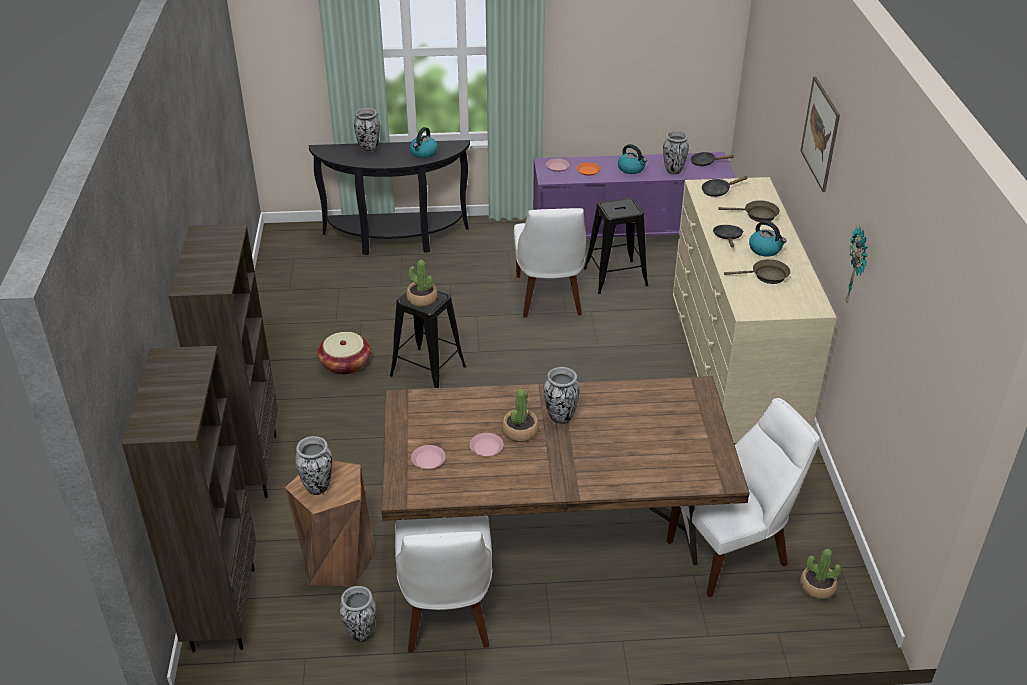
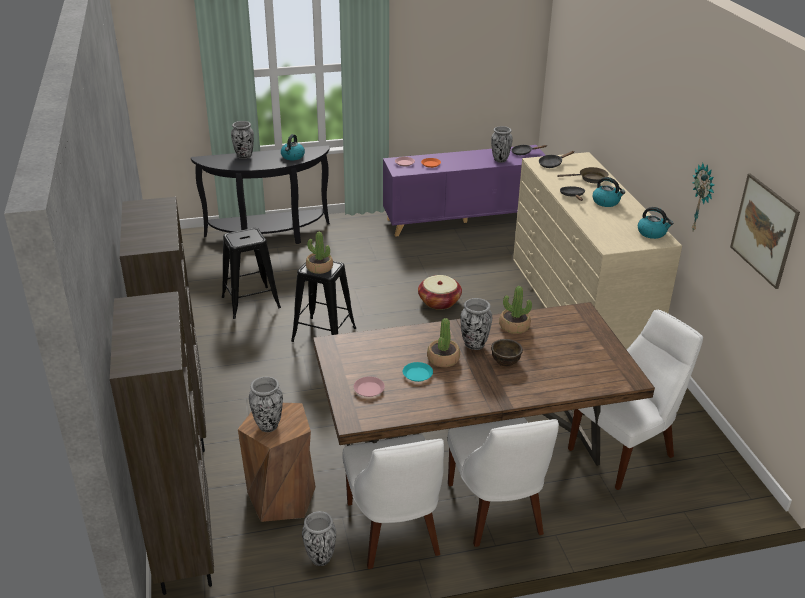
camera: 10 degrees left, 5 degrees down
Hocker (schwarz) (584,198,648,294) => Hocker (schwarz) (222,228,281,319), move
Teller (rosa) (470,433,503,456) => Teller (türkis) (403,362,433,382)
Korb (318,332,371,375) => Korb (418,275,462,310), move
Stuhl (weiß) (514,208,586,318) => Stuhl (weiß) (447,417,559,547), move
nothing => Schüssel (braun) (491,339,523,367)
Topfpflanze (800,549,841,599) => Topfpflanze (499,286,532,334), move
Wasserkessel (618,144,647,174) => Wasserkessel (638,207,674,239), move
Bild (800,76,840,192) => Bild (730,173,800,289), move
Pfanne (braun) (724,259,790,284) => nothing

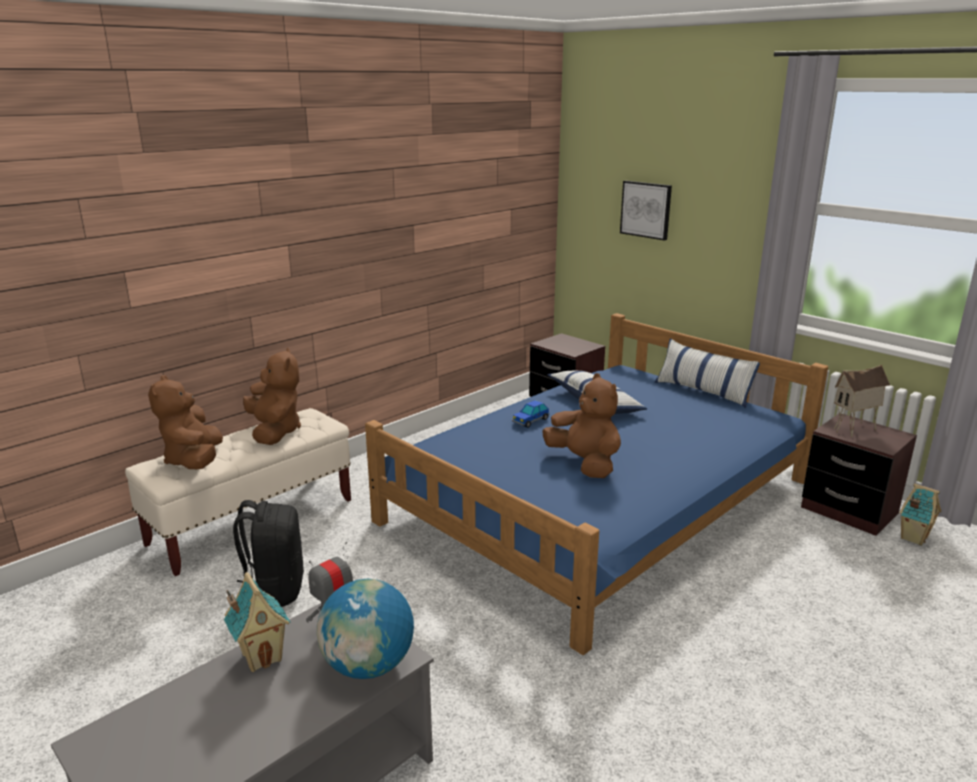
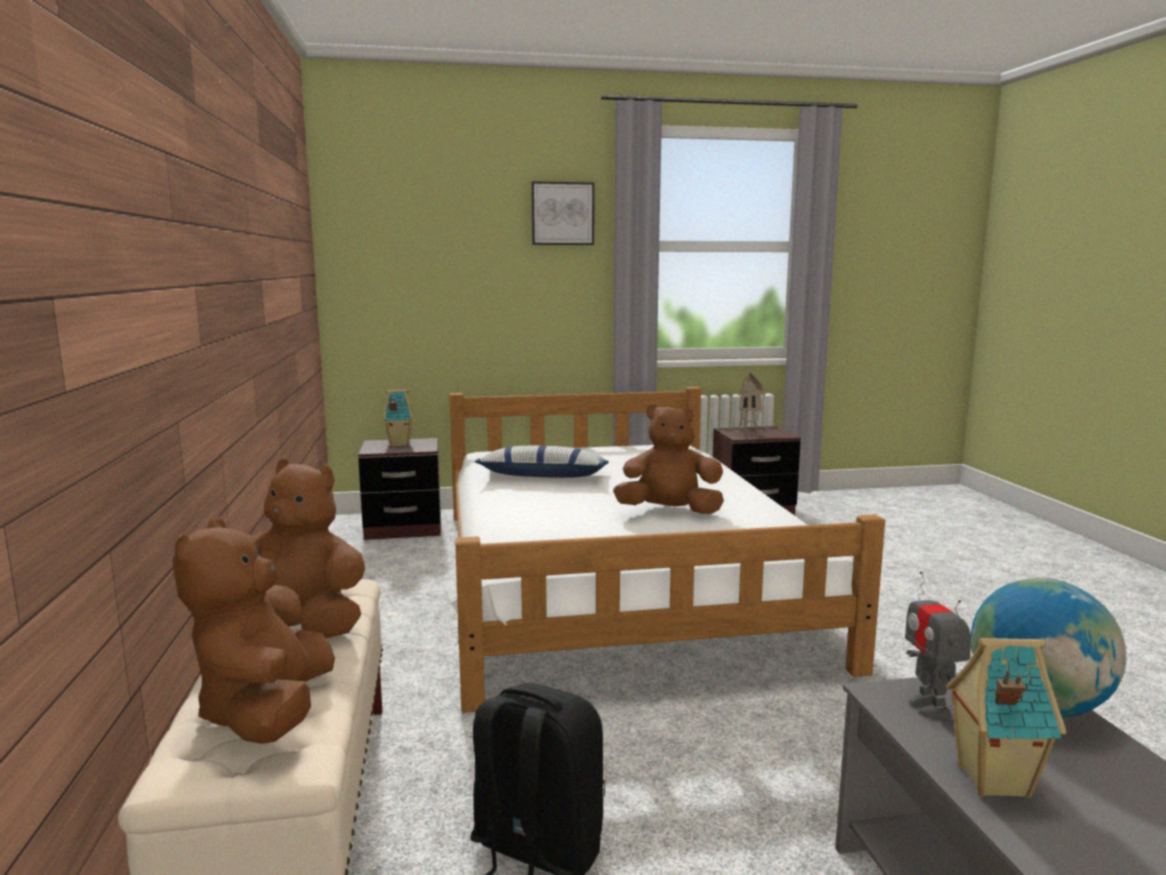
camera: 55 degrees left, 10 degrees down
Plüschtier (braun) (148,375,223,469) => Plüschtier (braun) (172,517,335,744), 60 degrees clockwise
Spielzeughaus (899,484,941,546) => Spielzeughaus (383,389,413,447), move
Bett (blau) (365,313,828,655) => Bett (weiß) (449,387,885,713)
Bild (620,181,672,240) => Bild (531,181,594,245), move
Spielzeugauto (512,400,549,428) => nothing
Kissen (655,338,760,408) => nothing

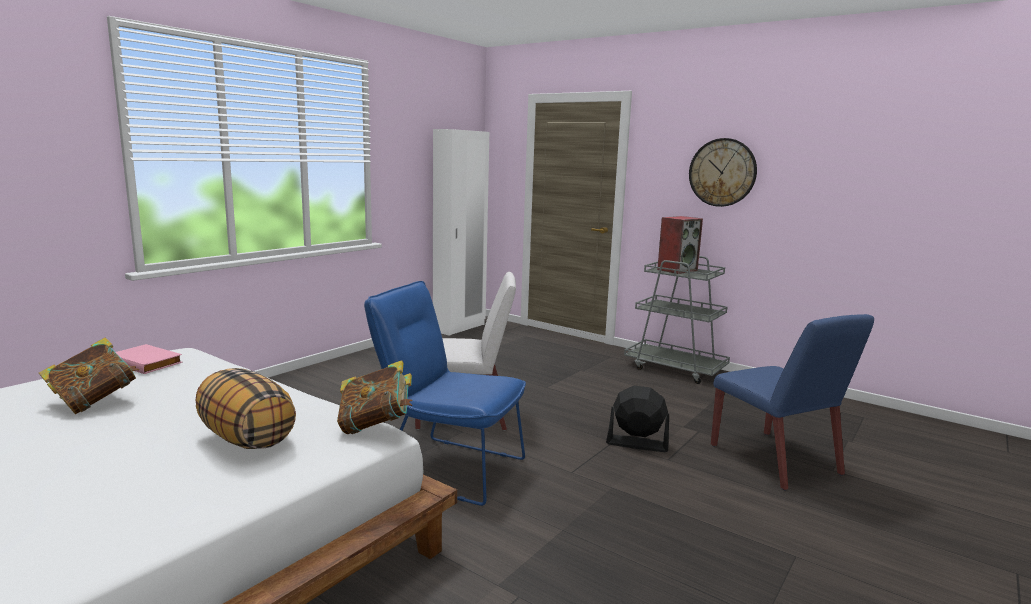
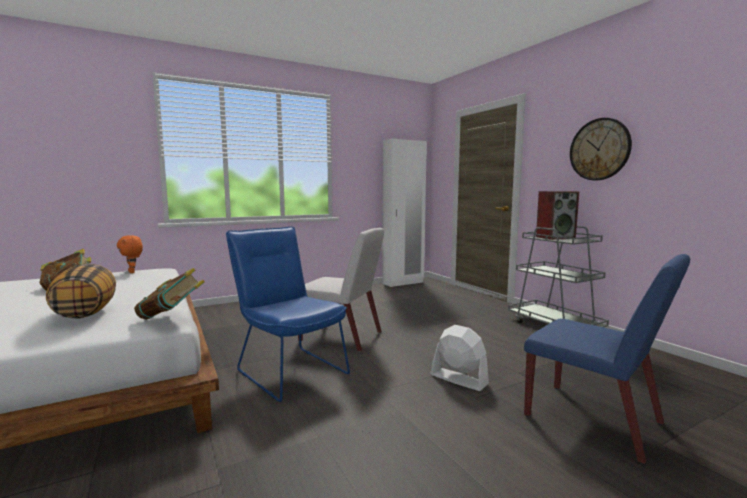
camera: 25 degrees right, 5 degrees down
Buch (rosa) (116,344,183,374) => Plüschtier (orange) (117,235,143,273)
Ventilator (schwarz) (606,386,669,452) => Ventilator (weiß) (431,325,489,391)
Stuhl (blau) (711,314,874,490) => Stuhl (blau) (524,254,690,464), 45 degrees counterclockwise

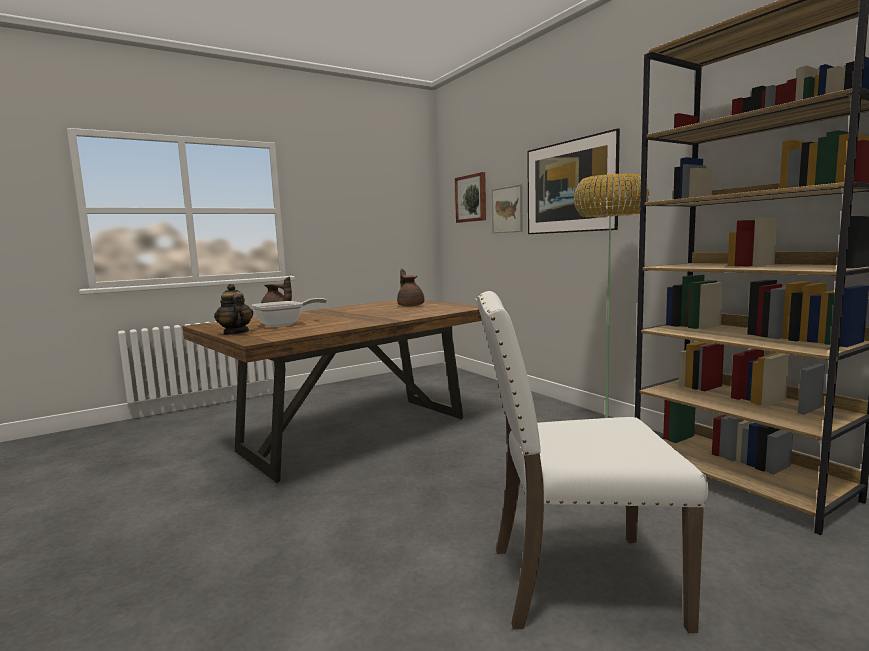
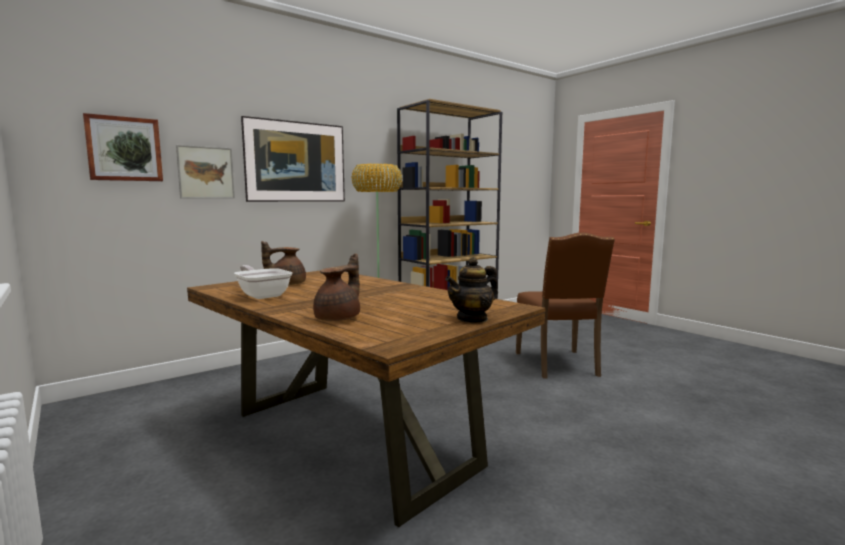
camera: 95 degrees left, 0 degrees up
Pfanne (252,298,327,327) => Pfanne (234,265,292,299), move
Stuhl (weiß) (475,291,708,633) => Stuhl (braun) (516,232,615,379)

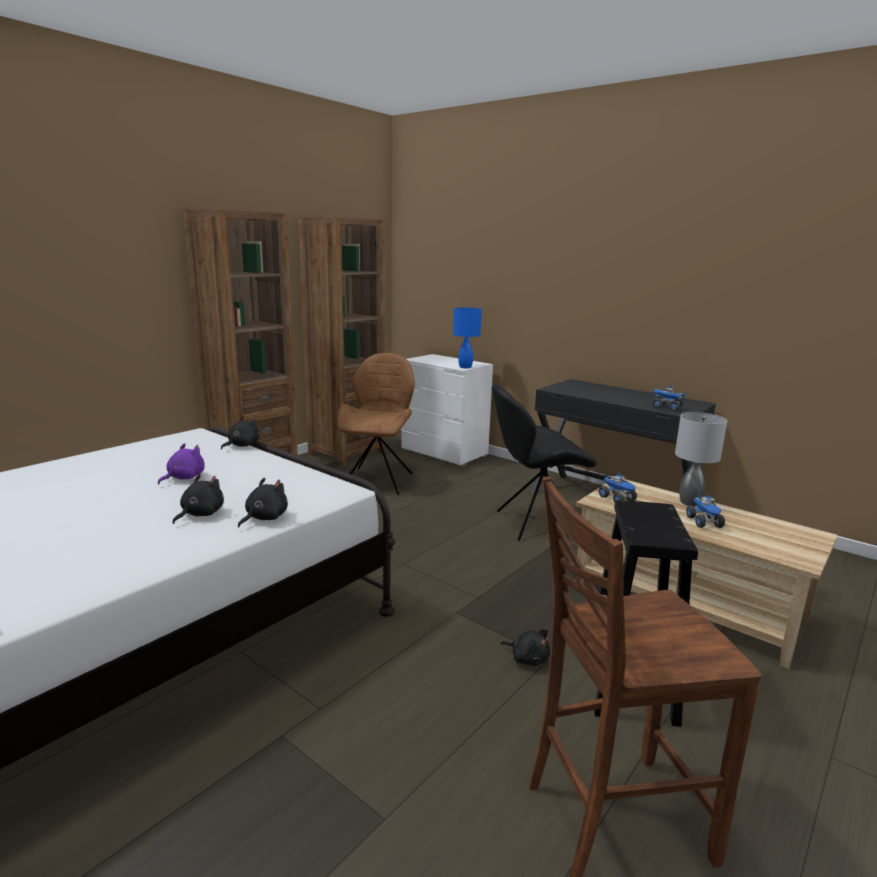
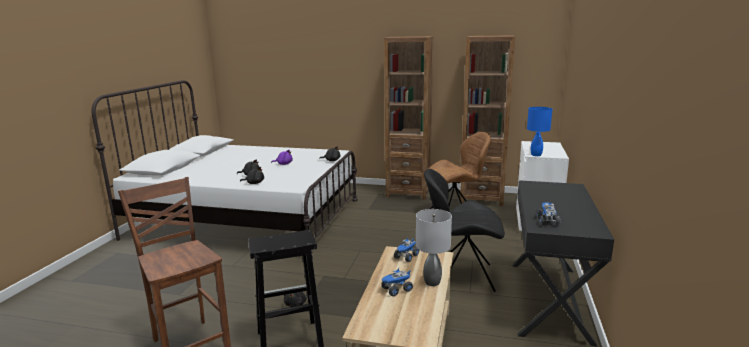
camera: 65 degrees right, 0 degrees up
Stuhl (schwarz) (491,384,597,541) => Stuhl (schwarz) (424,169,505,292), 45 degrees counterclockwise

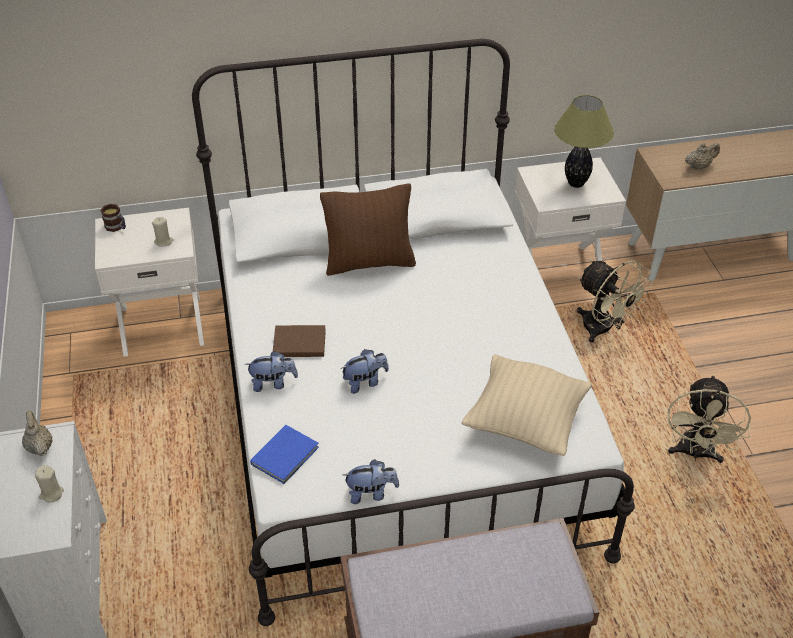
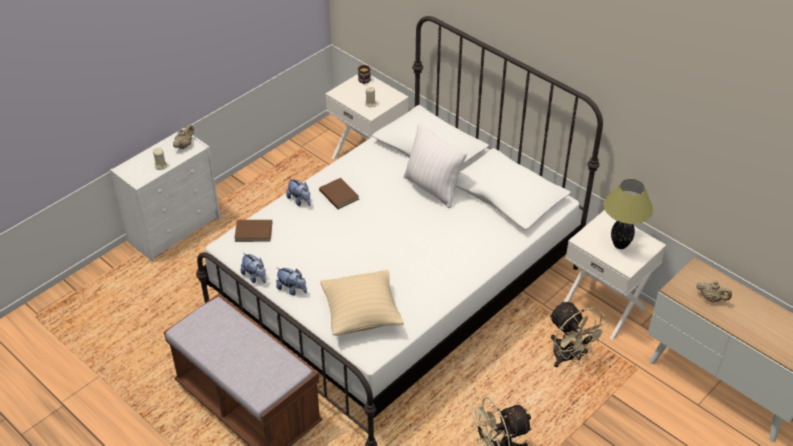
camera: 55 degrees right, 0 degrees up
Buch (blau) (250,425,319,484) => Buch (braun) (234,220,272,242)
Plüschtier (340,349,389,394) => Plüschtier (276,268,307,296), move
Kissen (braun) (320,184,416,276) => Kissen (weiß) (403,123,467,208)
Ventilator (beige) (577,260,653,343) => Ventilator (beige) (549,301,610,367), 45 degrees counterclockwise

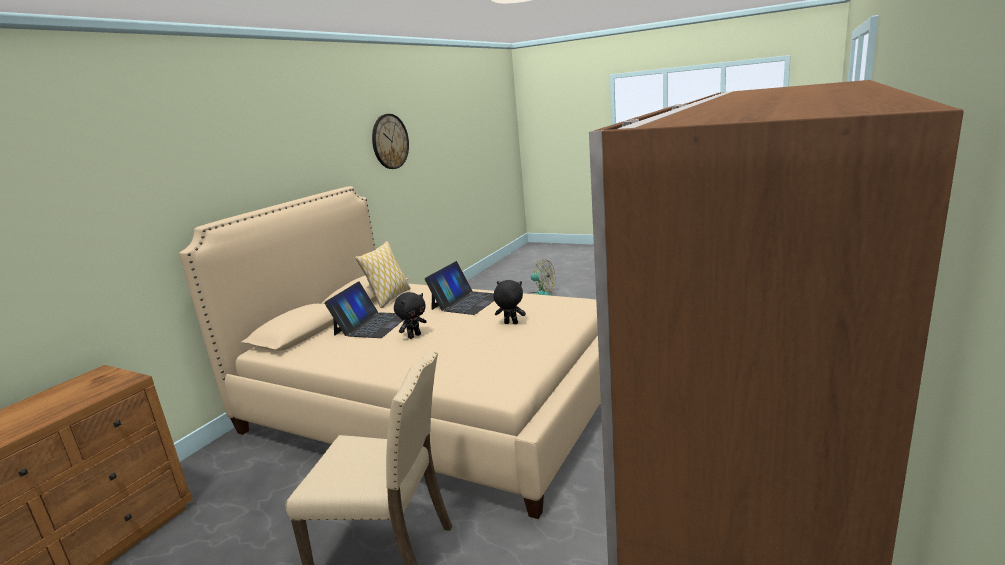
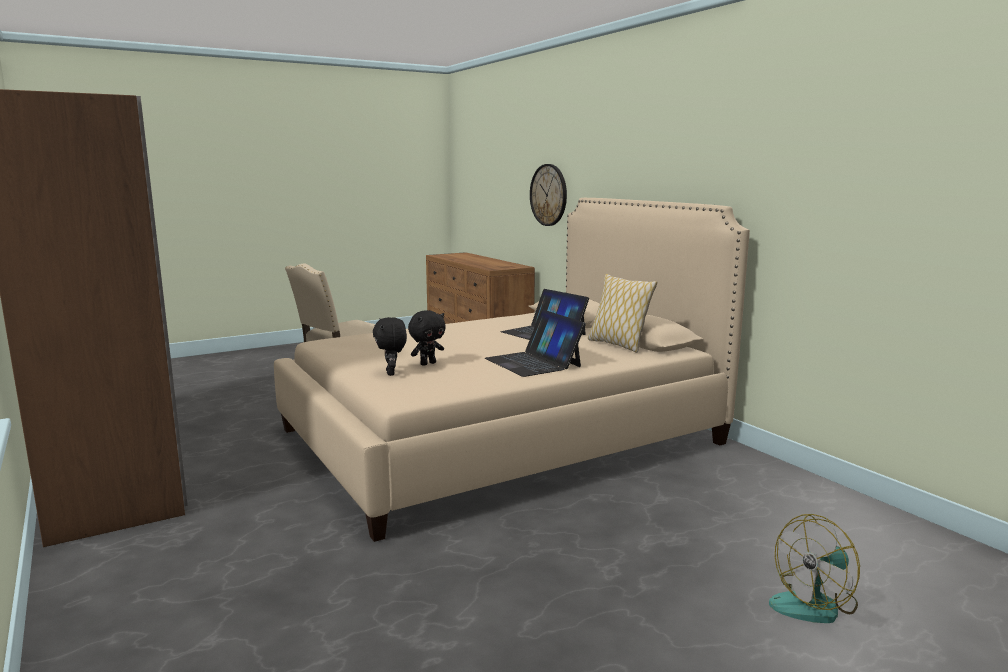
camera: 120 degrees right, 5 degrees down
Plüschtier (schwarz) (394,292,426,339) => Plüschtier (schwarz) (373,317,407,376), move
Wanduhr (372,114,409,169) => Wanduhr (530,164,567,226), move

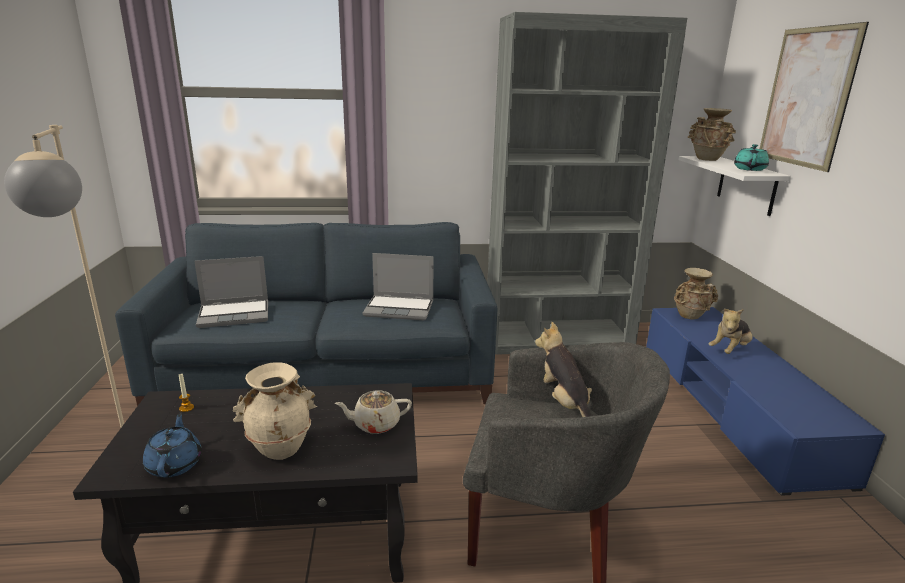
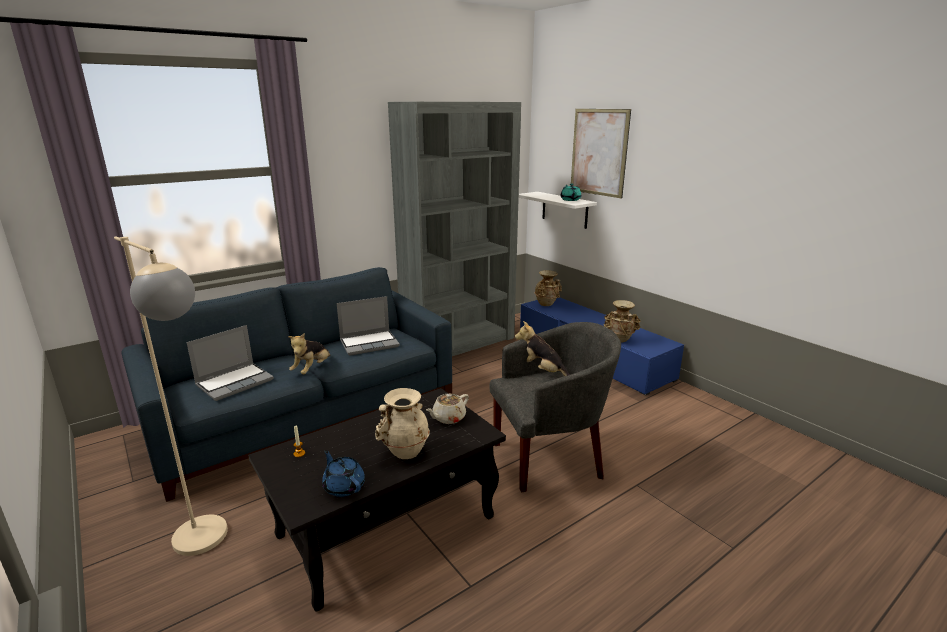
camera: 30 degrees left, 0 degrees up
Plüschtier (709,309,752,354) => Plüschtier (288,333,330,374), move
Vase (beige) (688,108,736,161) => Vase (beige) (603,300,641,343), move

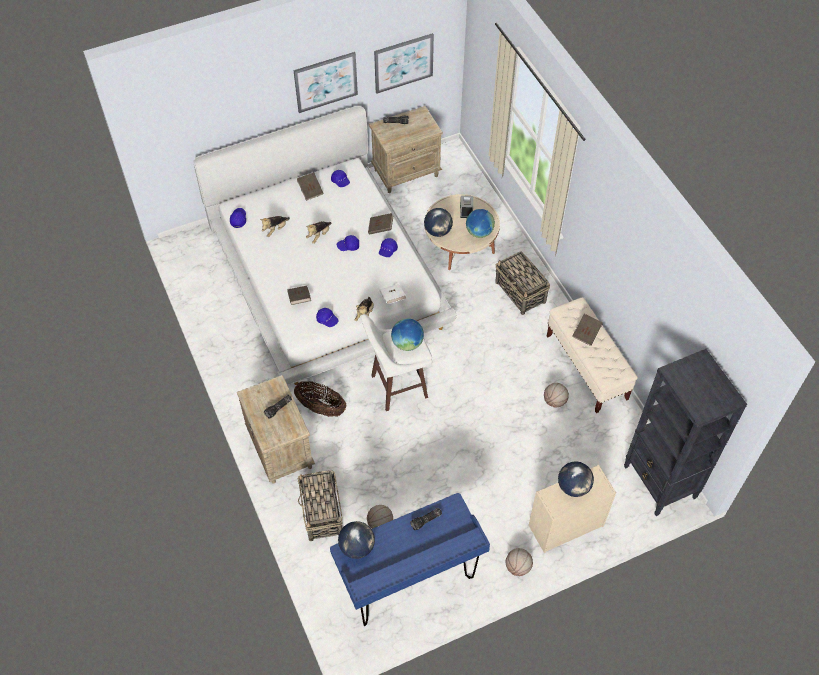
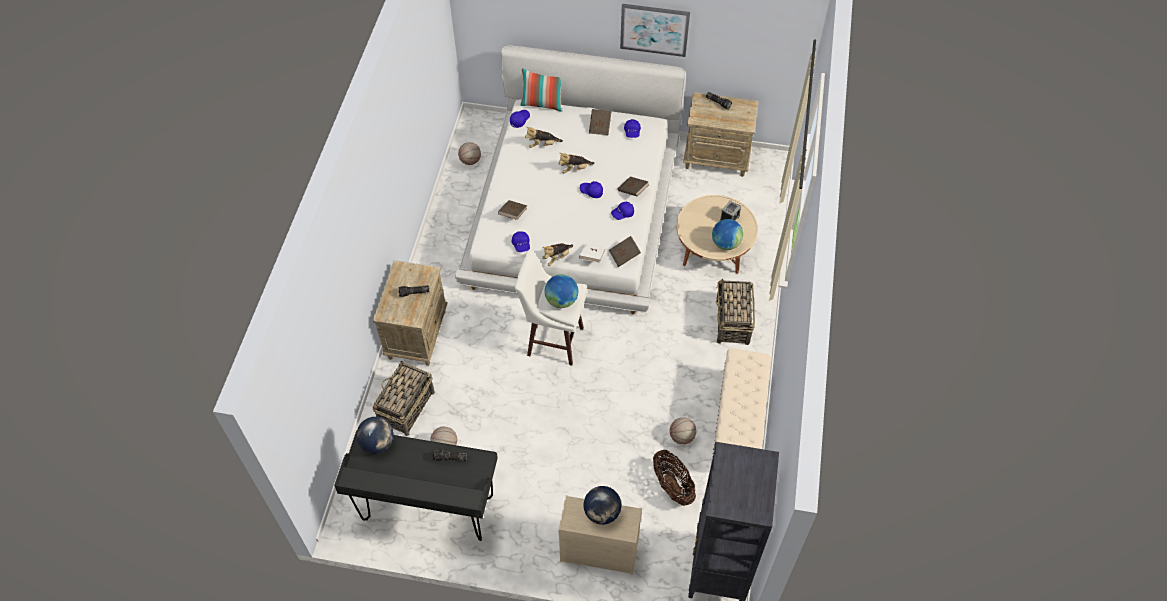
camera: 35 degrees right, 0 degrees up
Schreibtisch (blau) (330,493,490,626) => Schreibtisch (schwarz) (334,431,498,541)
Basketball (506,548,533,576) => Basketball (458,142,481,165), move
nothing => Kissen (521,68,563,112)
Buch (braun) (573,314,603,346) => Buch (braun) (609,236,641,267), move
Korb (294,381,346,417) => Korb (653,450,696,506), move
Bild (374,33,434,94) => nothing
Globus (424,208,453,237) => nothing

